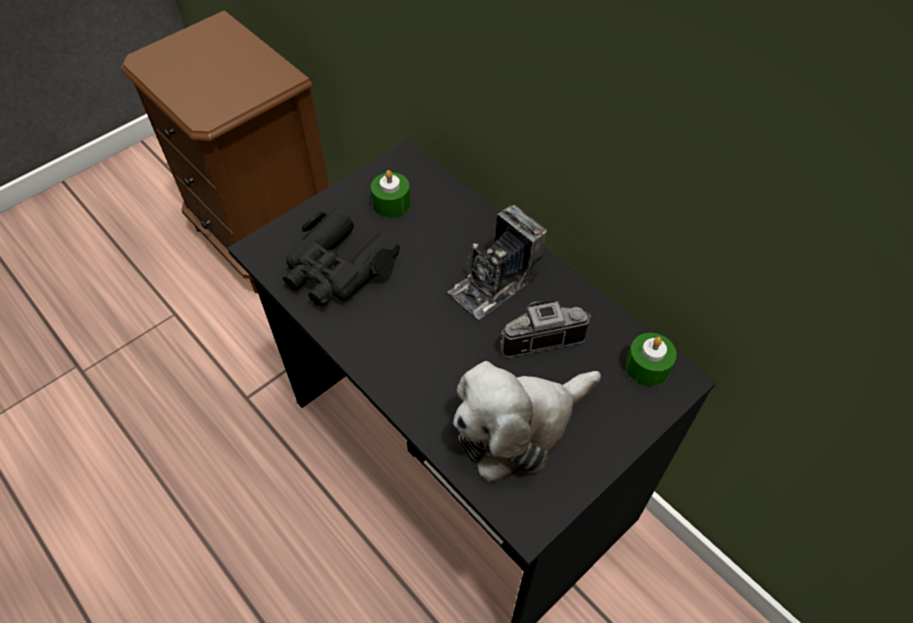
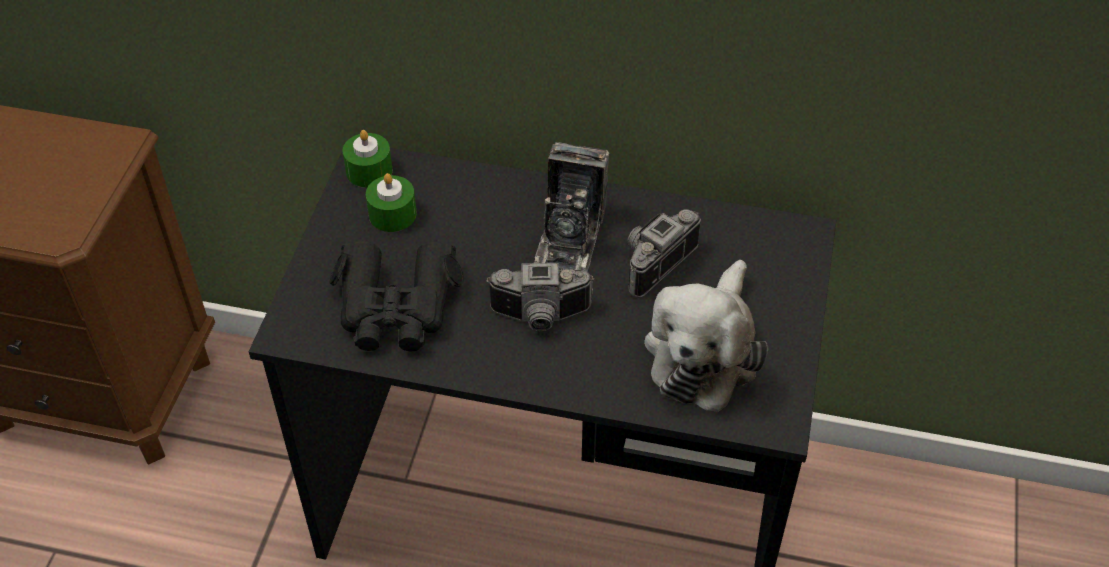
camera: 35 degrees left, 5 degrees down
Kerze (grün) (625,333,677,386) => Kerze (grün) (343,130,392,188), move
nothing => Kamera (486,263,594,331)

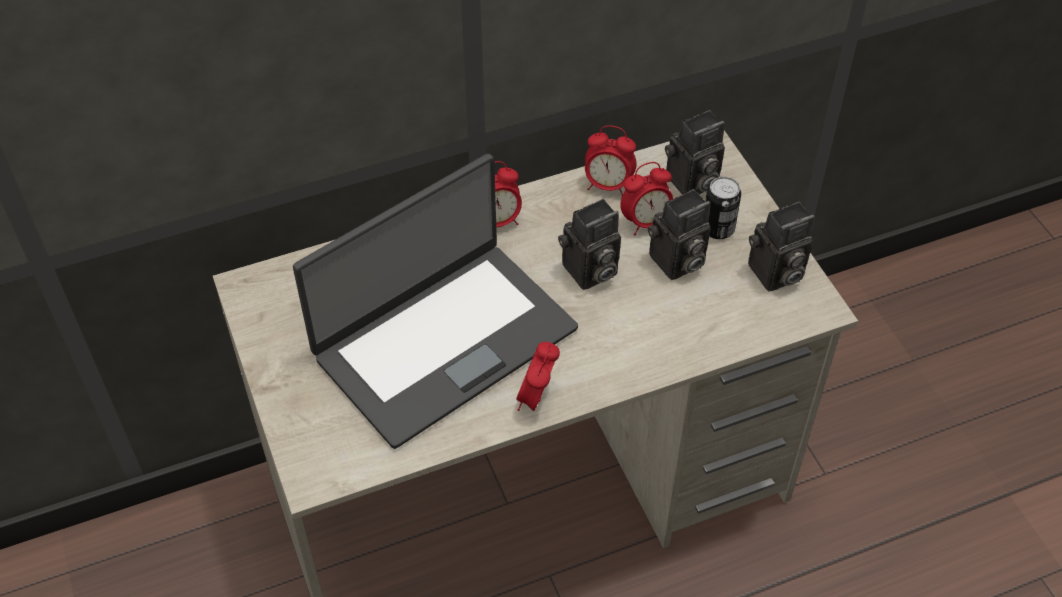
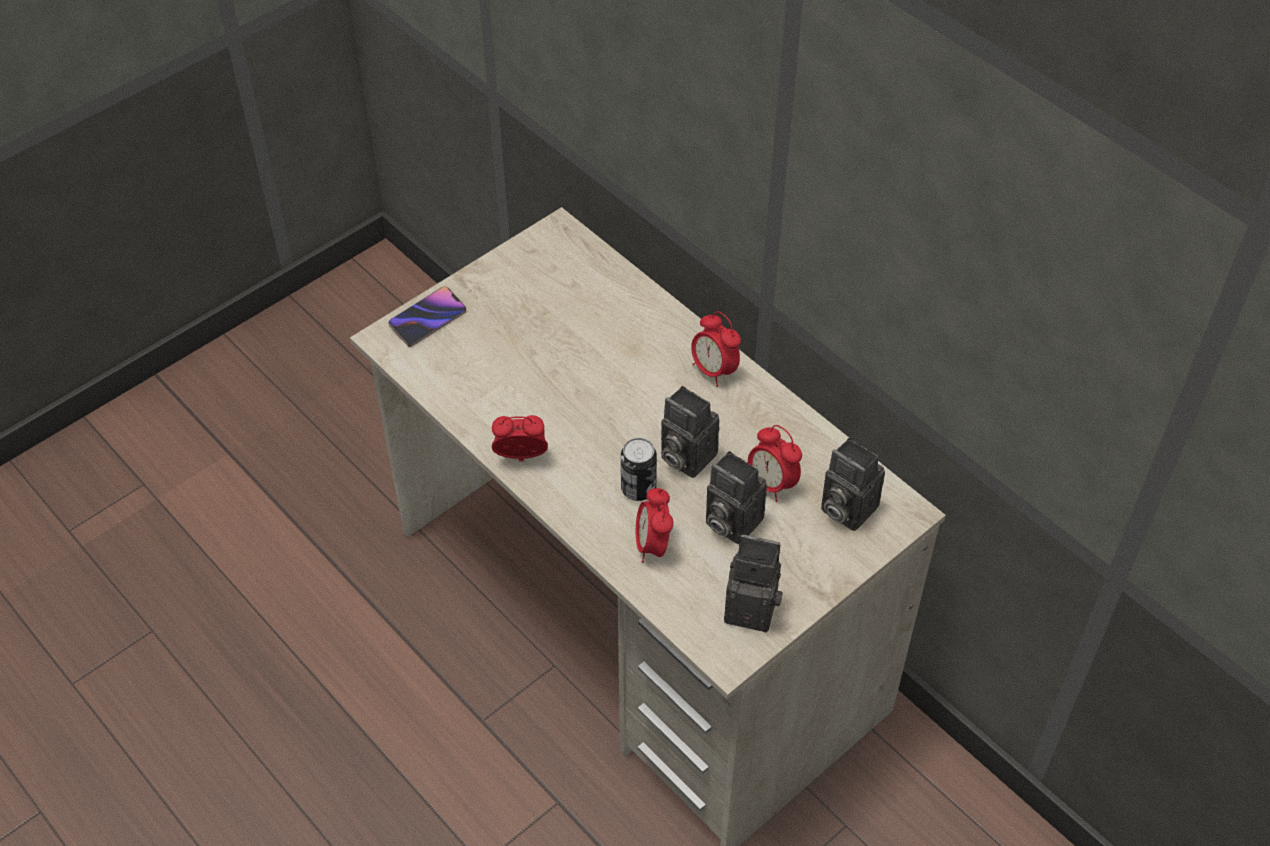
camera: 70 degrees right, 0 degrees up
nothing => Handy (389,287,466,347)
Dose (705,177,741,239) => Dose (621,438,657,501), move
Wecker (585,125,637,196) => Wecker (636,488,673,563), move
Kamera (748,202,815,291) => Kamera (724,534,783,632), 150 degrees clockwise
Laptop (293,154,578,449) => nothing

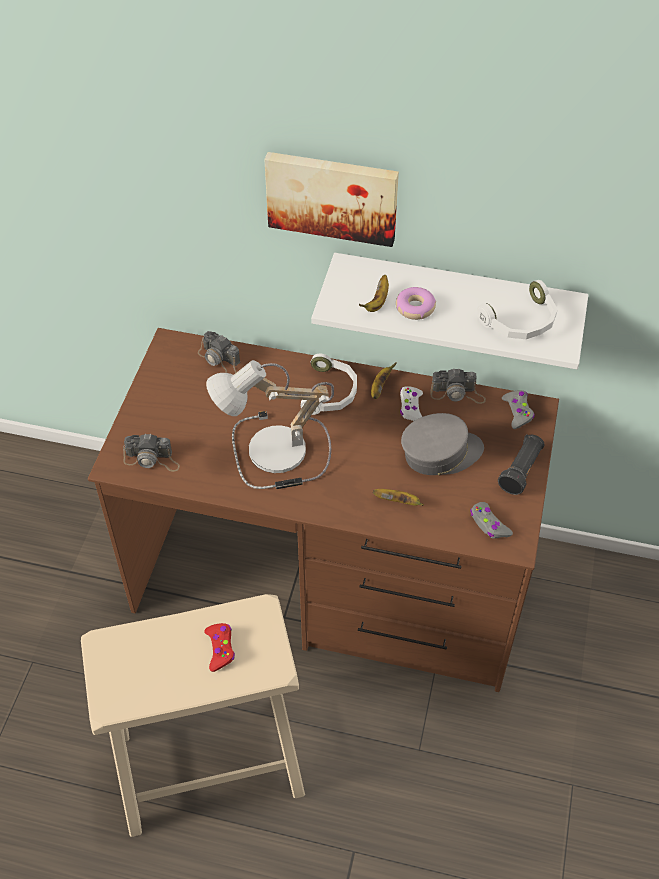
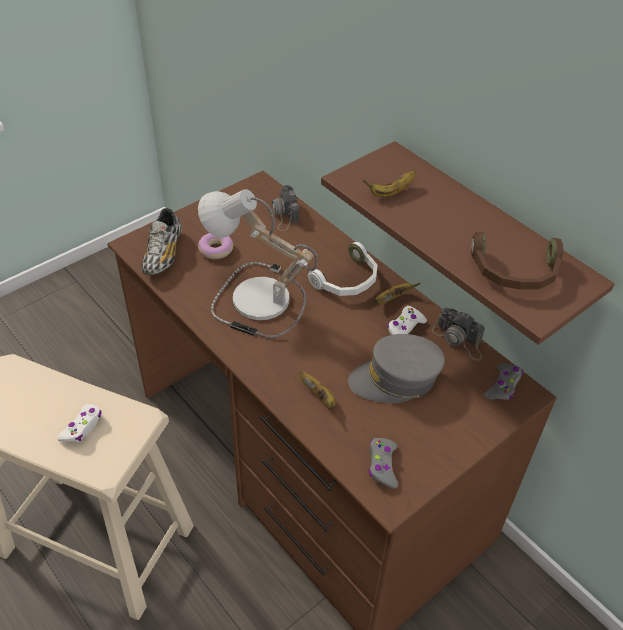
camera: 35 degrees right, 5 degrees down
Gamepad (rot) (204,623,235,672) => Gamepad (weiß) (57,404,101,442)
Kamera (123,433,180,472) => Schuh (141,208,182,275)
Donut (396,287,436,320) => Donut (198,233,233,259), move
Wandregal (weiß) (311,253,588,369) => Wandregal (braun) (321,141,614,345)
Kappe (grau) (401,413,484,475) => Kappe (grau) (348,334,445,403), 150 degrees clockwise
Kopfhörer (weiß) (477,280,558,339) => Kopfhörer (braun) (471,232,563,290)
Bild (264,152,399,247) => nothing
Taschenlampe (schwarz) (498,434,545,495) => nothing

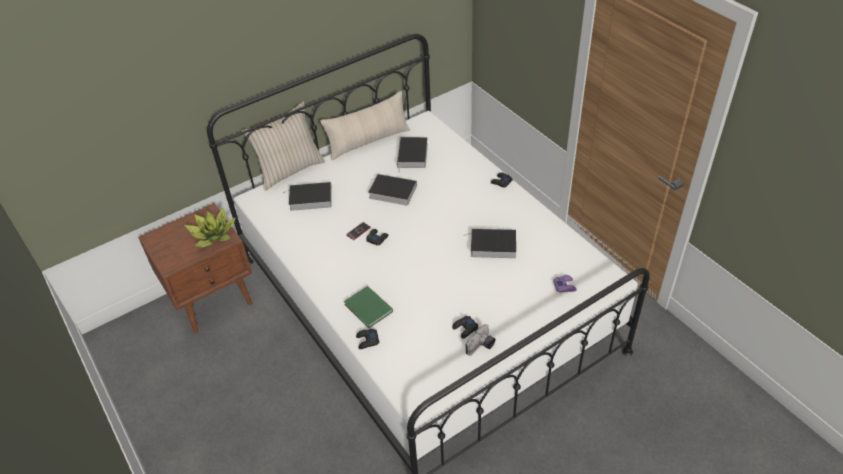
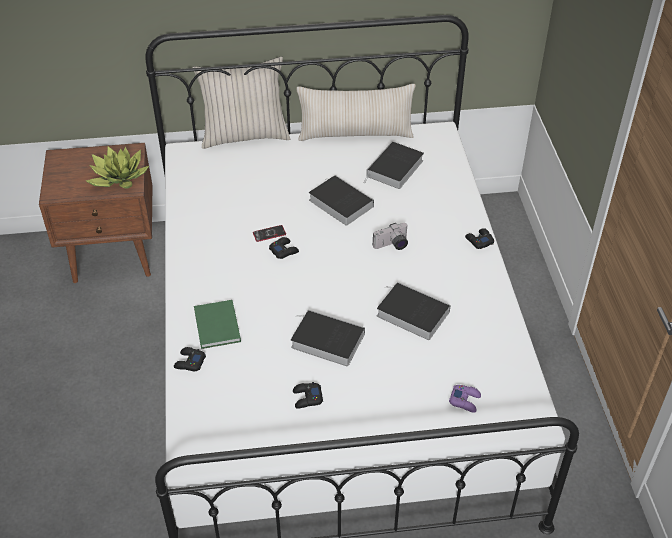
camera: 25 degrees right, 0 degrees up
Buch (283,182,332,211) => Buch (291,310,365,366), move
Kamera (465,324,495,356) => Kamera (373,223,408,250), move

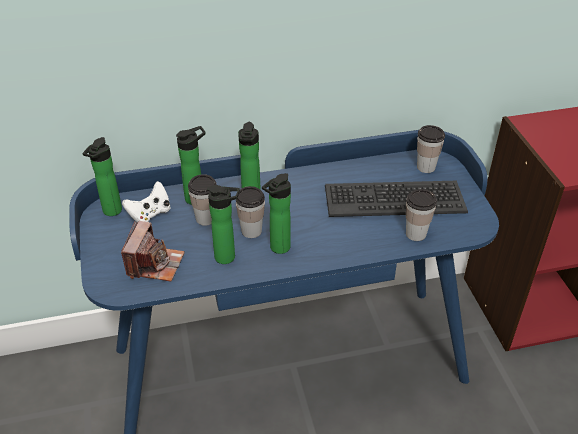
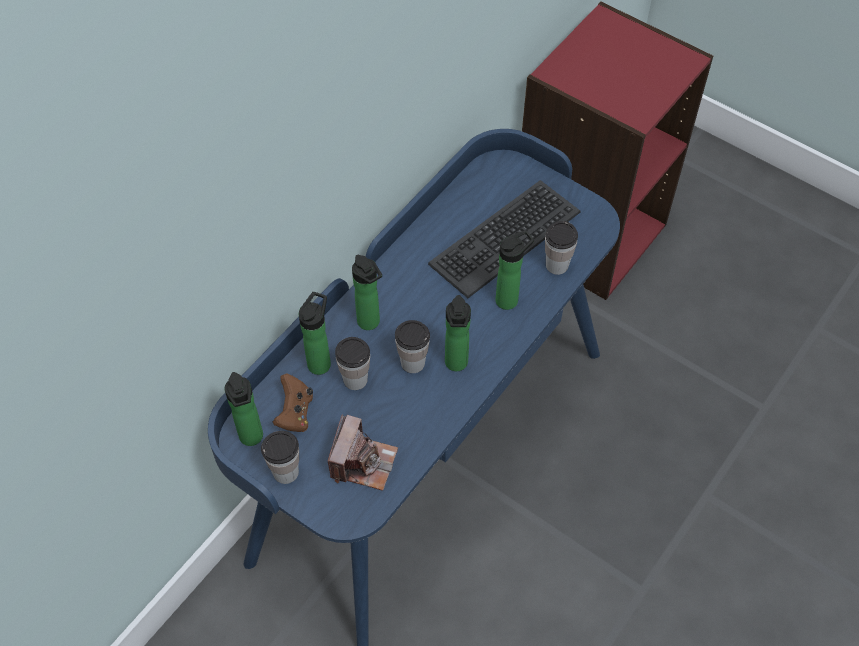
camera: 40 degrees left, 15 degrees up
Tasse (417,125,445,173) => Tasse (261,431,299,484), move
Gamepad (weiß) (122,181,171,222) => Gamepad (braun) (273,374,313,432)
Kamera (121,221,185,282) => Kamera (328,414,398,491), 45 degrees clockwise
Flasche (207,185,240,264) => Flasche (495,230,534,310), move

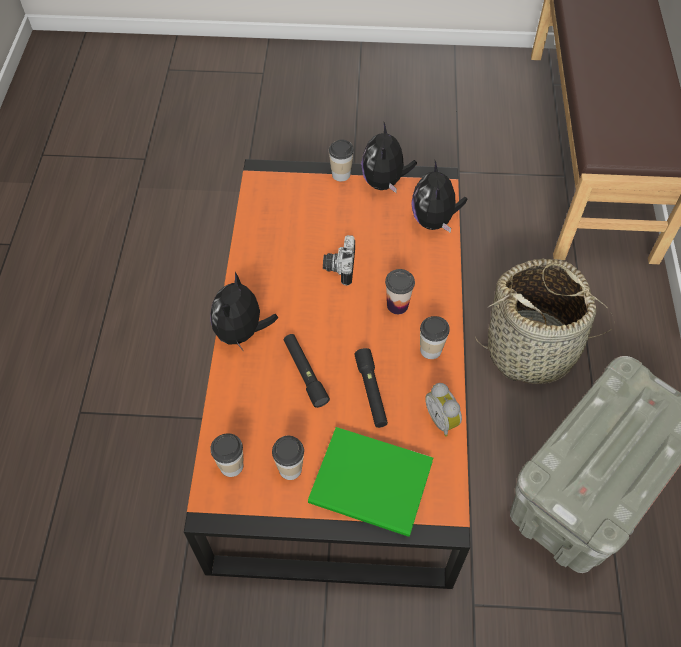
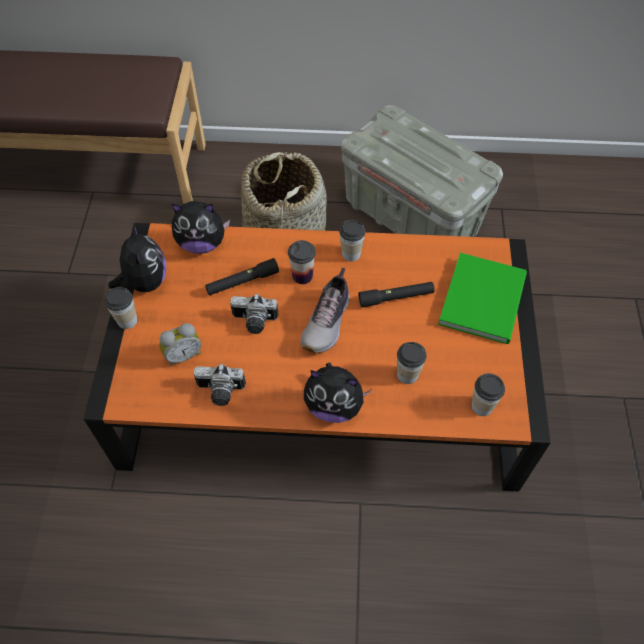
camera: 90 degrees left, 0 degrees up
Plüschtier (361,121,417,193) => Plüschtier (108,224,166,292), 105 degrees counterclockwise
Wecker (425,383,462,437) => Wecker (159,323,201,366), move
nothing => Kamera (194,364,246,406)
Taschenlampe (schwarz) (284,334,330,408) => Taschenlampe (schwarz) (205,258,279,295), move
nothing => Schuh (300,268,350,353)
Tasse (272,436,304,480) => Tasse (397,342,426,384), move

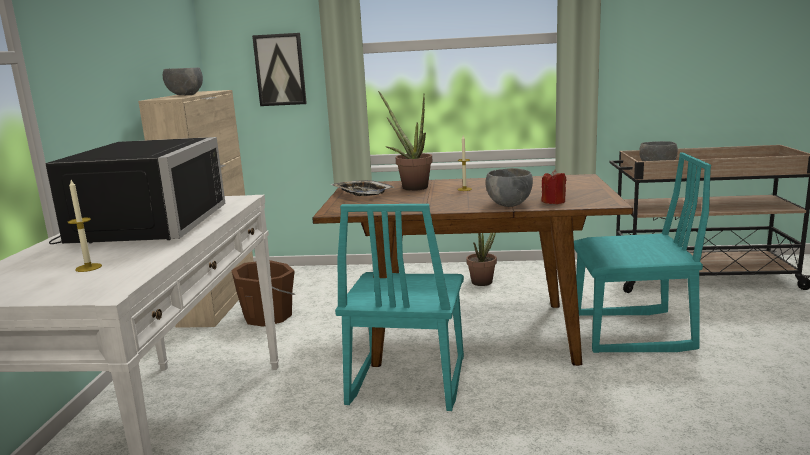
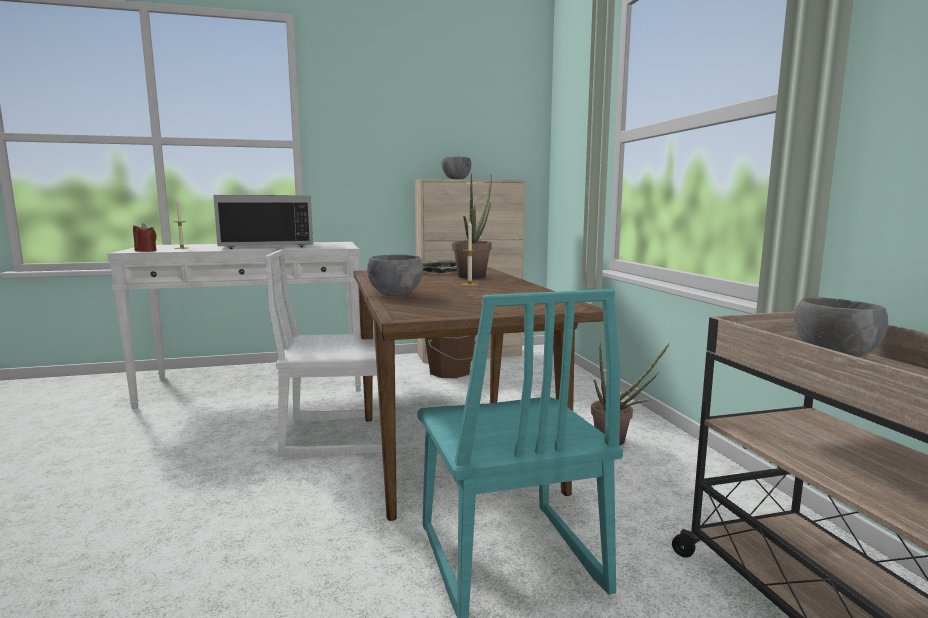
camera: 70 degrees right, 5 degrees down
Kerze (rot) (541,169,566,204) => Kerze (rot) (133,223,157,252), move
Stuhl (türkis) (335,204,464,411) => Stuhl (weiß) (265,249,382,459)
Bild (252,33,307,106) => nothing

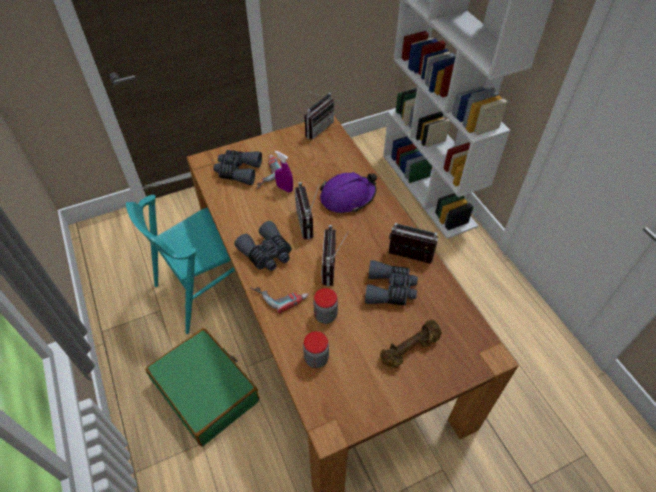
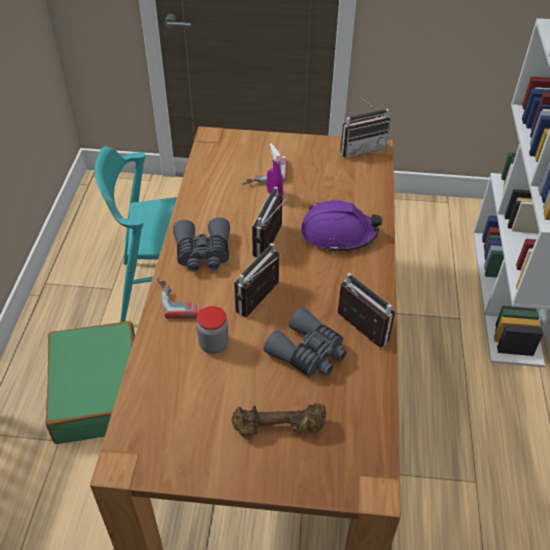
camera: 30 degrees right, 5 degrees down
Fernglas (grau) (213,150,262,185) => nothing
Vorratsglas (303,331,329,368) => nothing

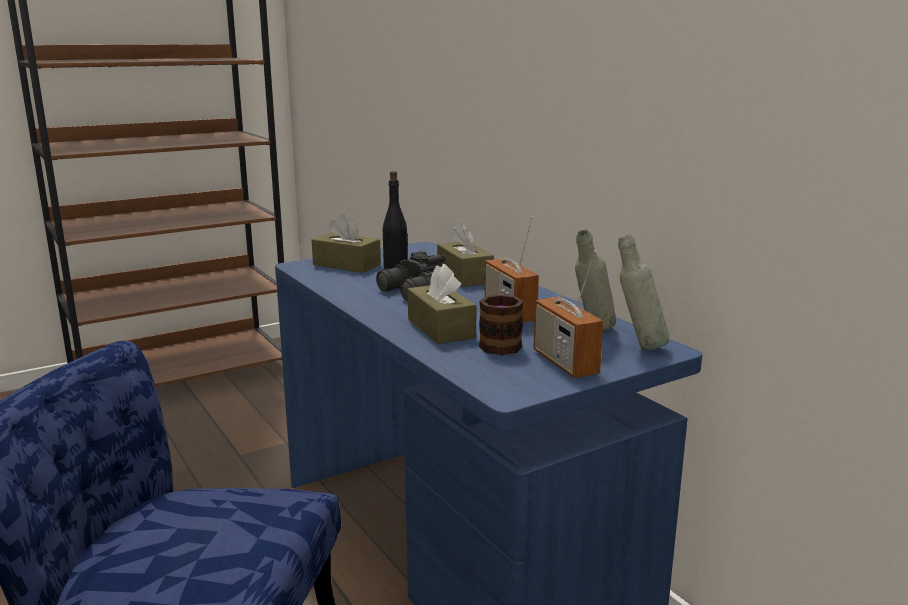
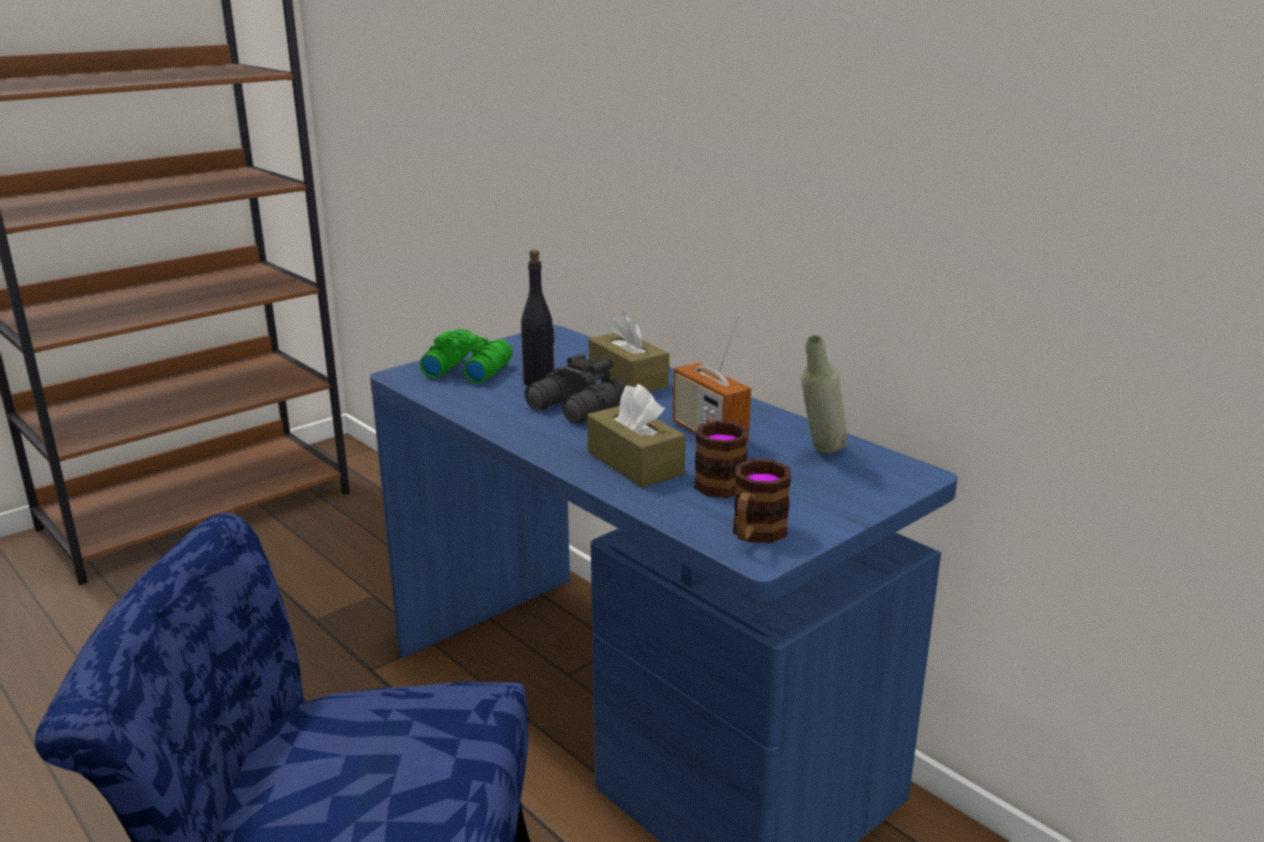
camera: 10 degrees left, 5 degrees up
Taschentuchbox (braun) (312,214,381,273) => Fernglas (grün) (420,329,512,383)
nothing => Henkelbecher (733,459,791,543)
Radio (533,250,603,378) => nothing
Flasche (grau) (618,235,670,350) => nothing

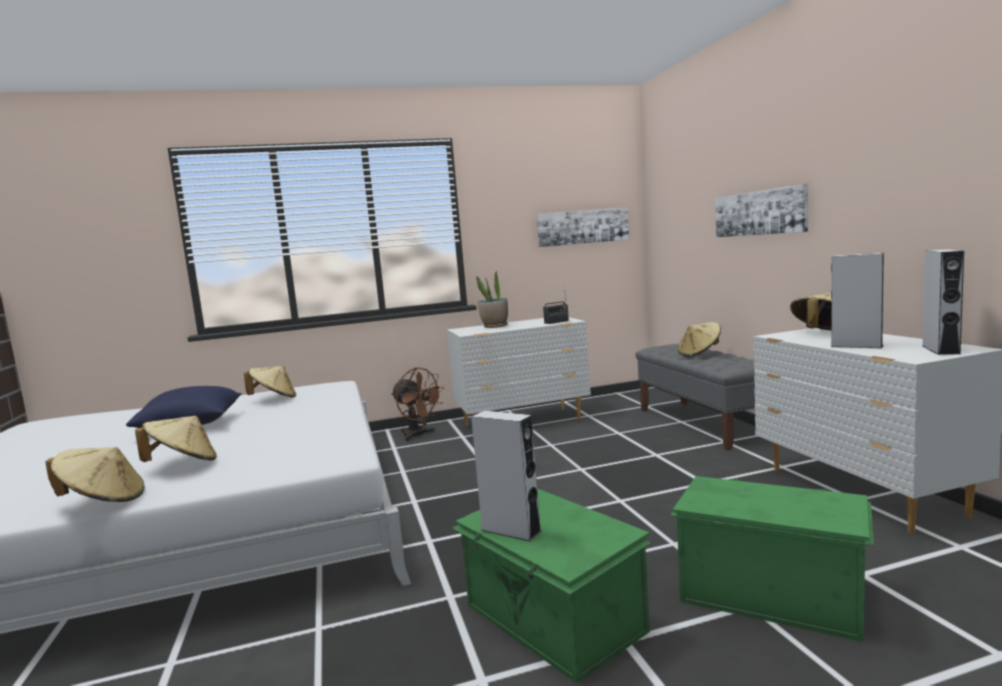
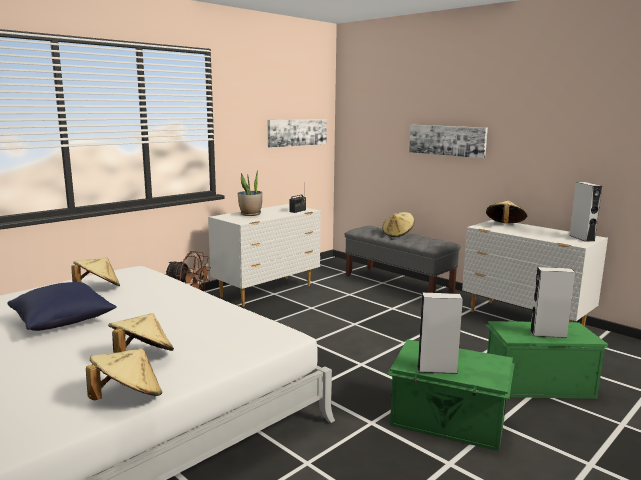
camera: 30 degrees left, 5 degrees up
Lautsprecher (grau) (831,253,884,348) => Lautsprecher (grau) (530,267,575,338), move

